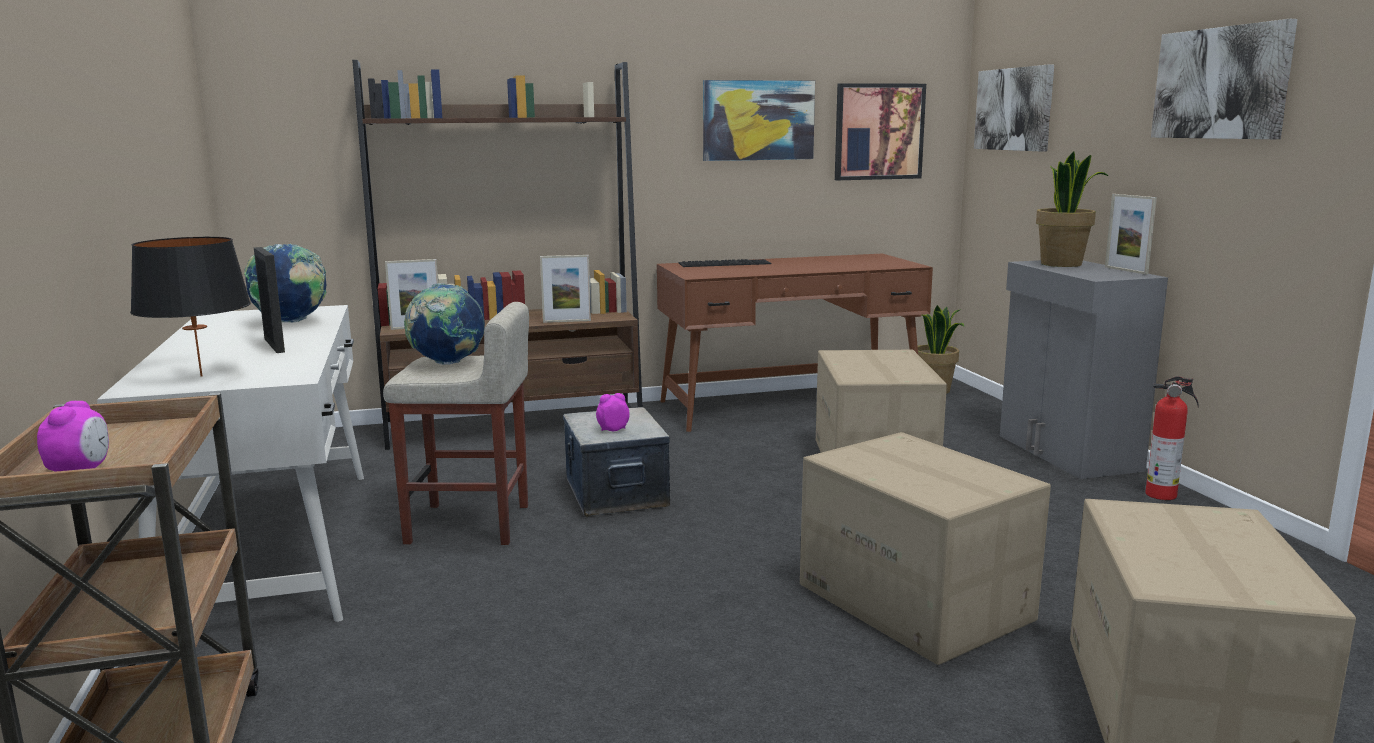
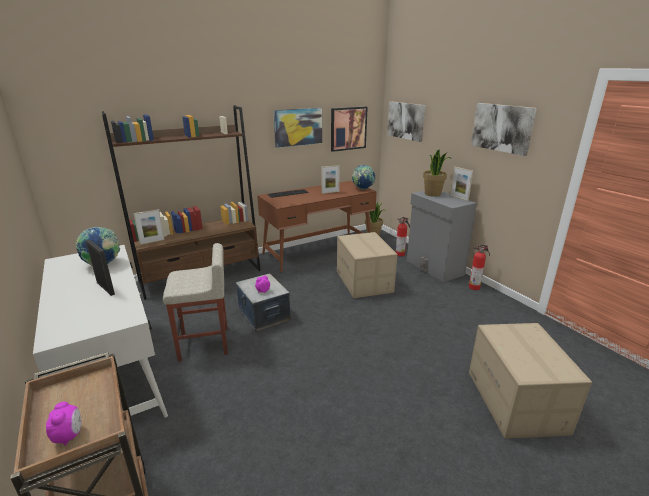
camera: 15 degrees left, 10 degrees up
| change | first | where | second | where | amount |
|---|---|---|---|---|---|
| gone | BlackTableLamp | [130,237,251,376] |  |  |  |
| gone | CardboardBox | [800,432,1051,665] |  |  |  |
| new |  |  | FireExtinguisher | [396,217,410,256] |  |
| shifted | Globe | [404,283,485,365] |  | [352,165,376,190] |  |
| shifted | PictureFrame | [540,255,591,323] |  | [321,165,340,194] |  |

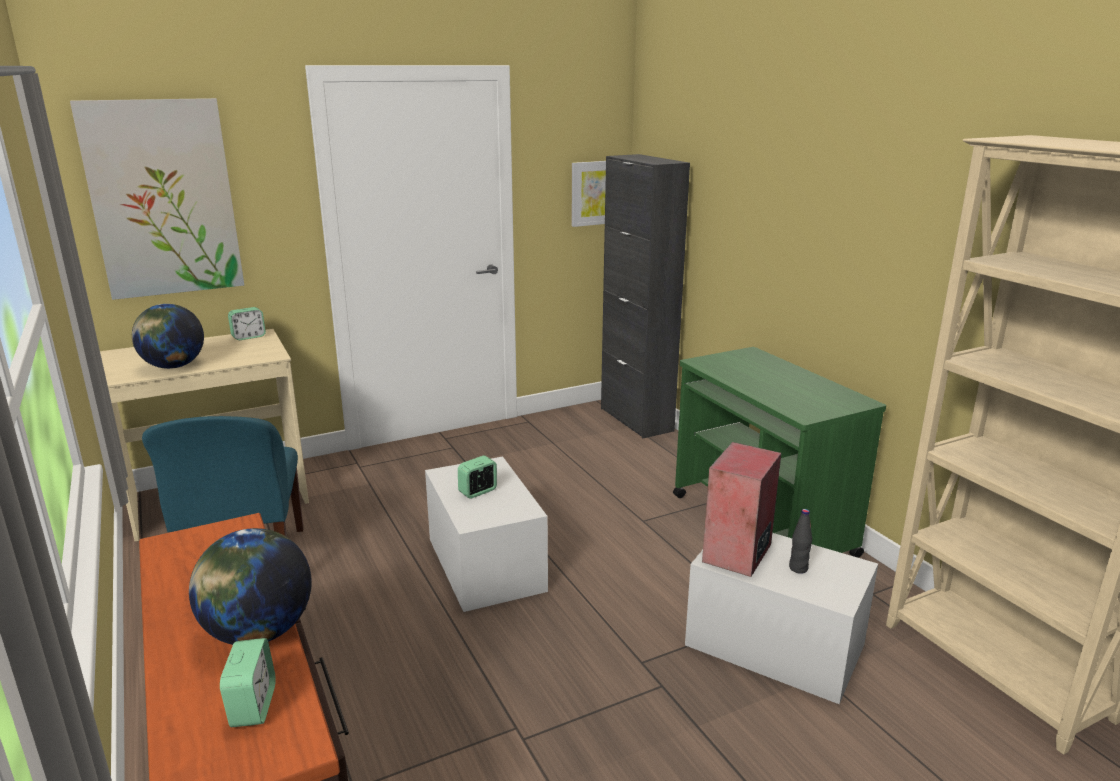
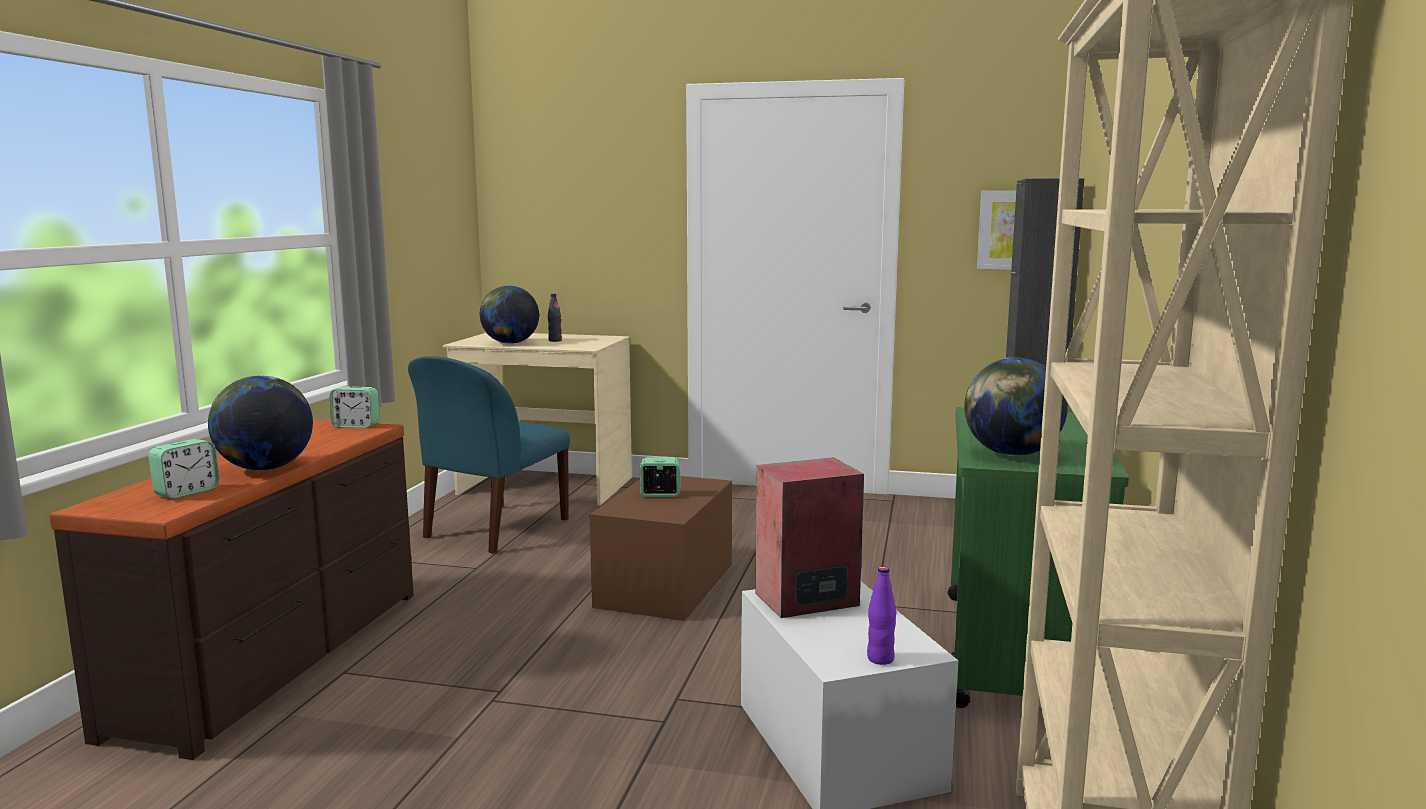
camera: 40 degrees right, 10 degrees down
| change | first | where | second | where | amount |
|---|---|---|---|---|---|
| gone | Picture | [70,98,244,300] |  |  |  |
| new |  |  | PurpleBottle | [867,566,896,665] |  |
| new |  |  | Globe | [964,358,1068,456] |  |
| shifted | AlarmClock | [228,307,266,340] |  | [330,387,380,428] |  |
| shifted | BlackBottle | [789,509,812,574] |  | [548,293,562,342] |  |
| repainted | WhiteStorageBox | [425,457,548,612] | BrownStorageBox | [590,476,732,621] |  |

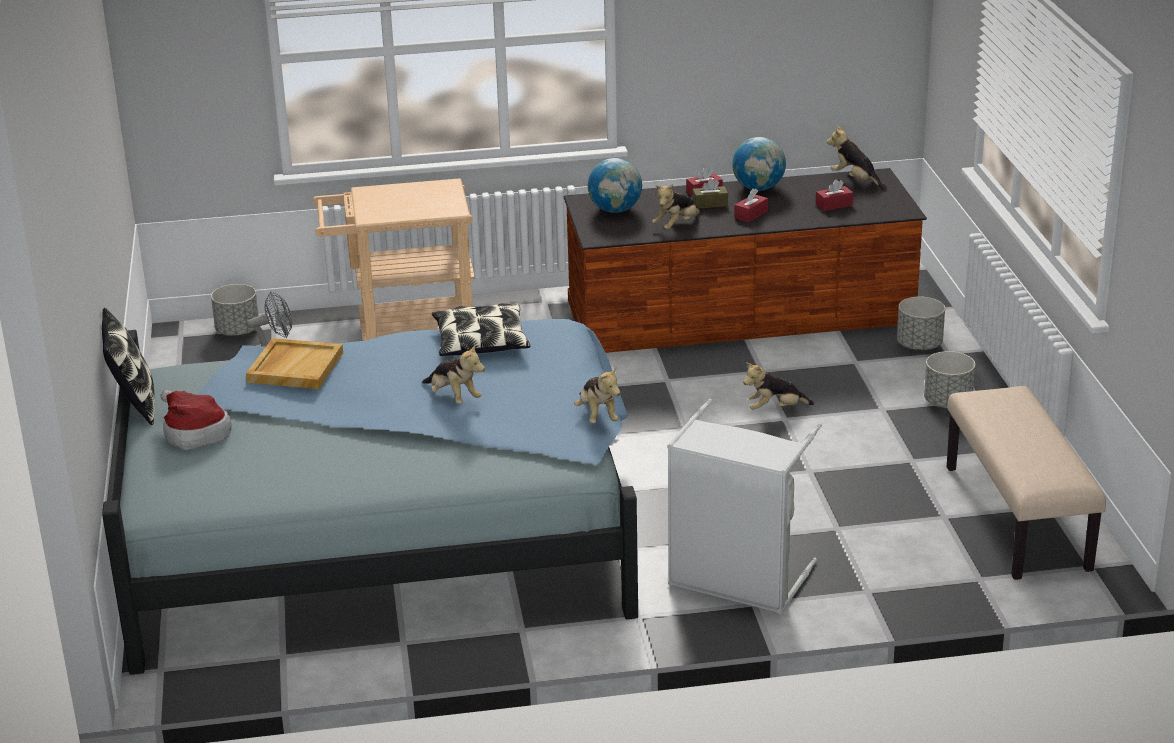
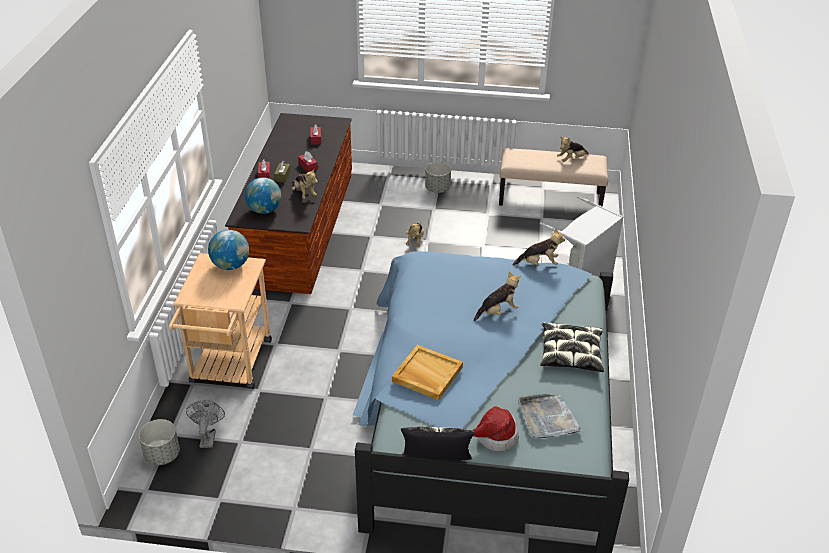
camera: 75 degrees left, 10 degrees up
| change | first | where | second | where | amount |
|---|---|---|---|---|---|
| gone | GreyPlanter | [897,297,945,350] |  |  |  |
| new |  |  | GreyTray | [518,394,583,438] |  |
| shifted | Pillow | [432,303,530,356] |  | [540,322,604,372] |  |
| shifted | Globe | [732,137,786,191] |  | [208,230,249,270] |  |
| shifted | PlushToy | [827,125,887,190] |  | [557,137,589,162] |  |

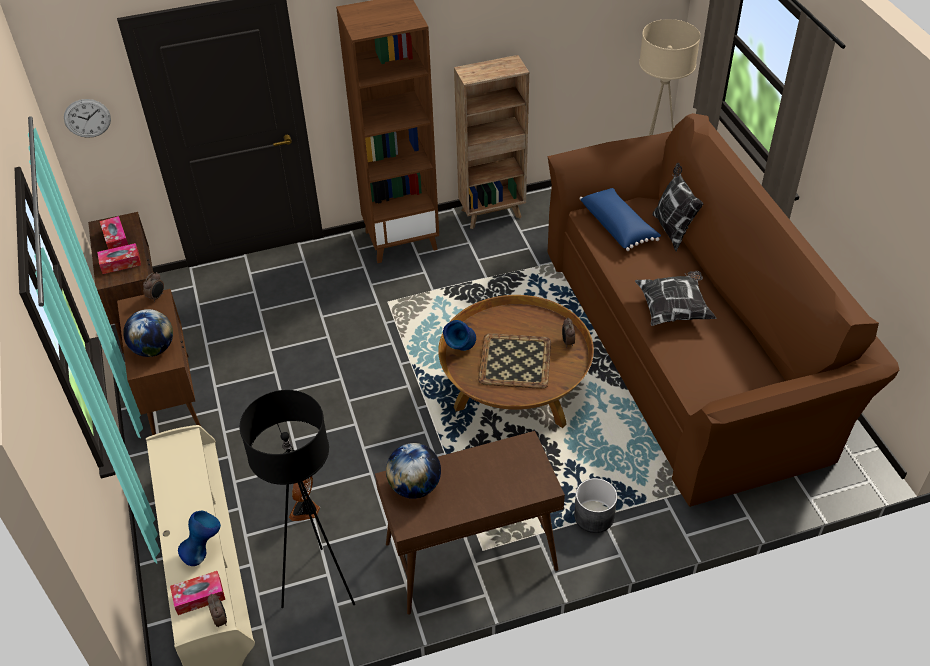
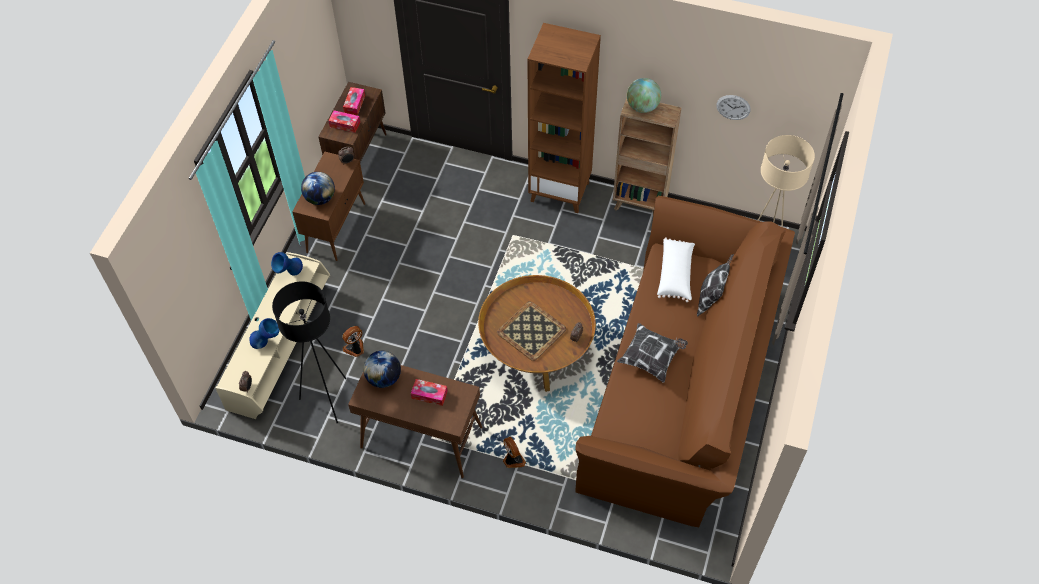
camera: 35 degrees right, 10 degrees up
| change | first | where | second | where | amount |
|---|---|---|---|---|---|
| new |  |  | Globe | [627,78,661,113] |  |
| shifted | WallClock | [64,99,111,138] |  | [716,95,751,120] |  |
| shifted | TissueBox | [170,571,225,615] |  | [411,379,448,406] |  |
| shifted | BlueVase | [443,320,476,351] |  | [271,252,303,276] |  |
| swapped | GreyPlanter | [574,478,617,533] | Fan | [503,436,526,468] |  |
| repainted | BluePillow | [579,188,661,251] | WhitePillow | [657,237,695,302] |  |

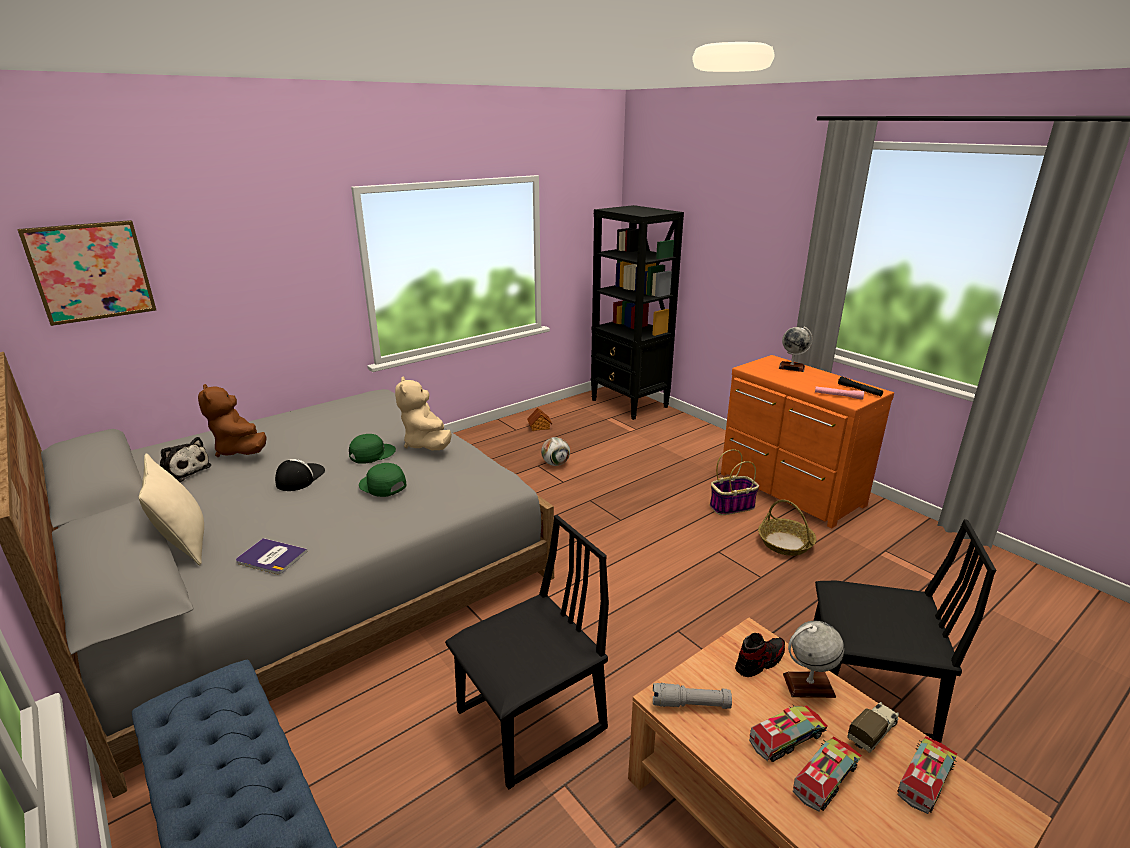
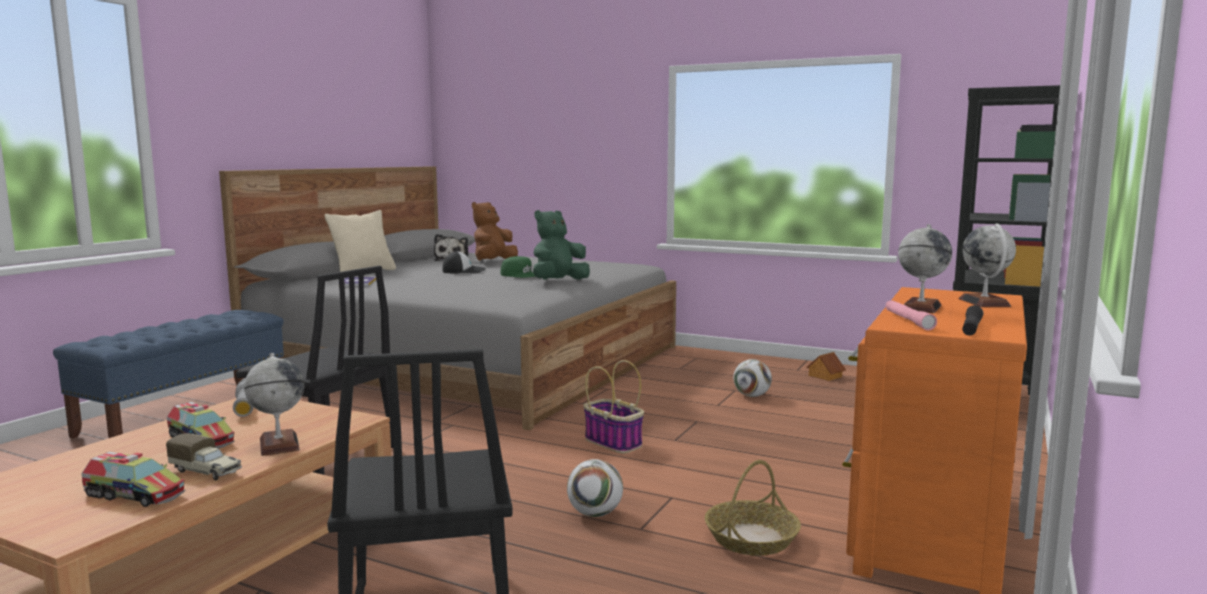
camera: 65 degrees right, 15 degrees down
| change | first | where | second | where | amount |
|---|---|---|---|---|---|
| gone | Picture | [17,220,156,326] |  |  |  |
| gone | GreenCap | [359,463,406,497] |  |  |  |
| gone | Shoe | [735,633,785,677] |  |  |  |
| gone | ToyTruck | [793,736,862,812] |  |  |  |
| new |  |  | Football | [567,459,623,517] |  |
| new |  |  | Globe | [898,224,952,313] |  |
| shifted | Basket | [710,449,759,515] |  | [584,360,644,454] |  |
| repainted | BeigePlushToy | [395,376,452,450] | GreenPlushToy | [533,210,590,280] |  |

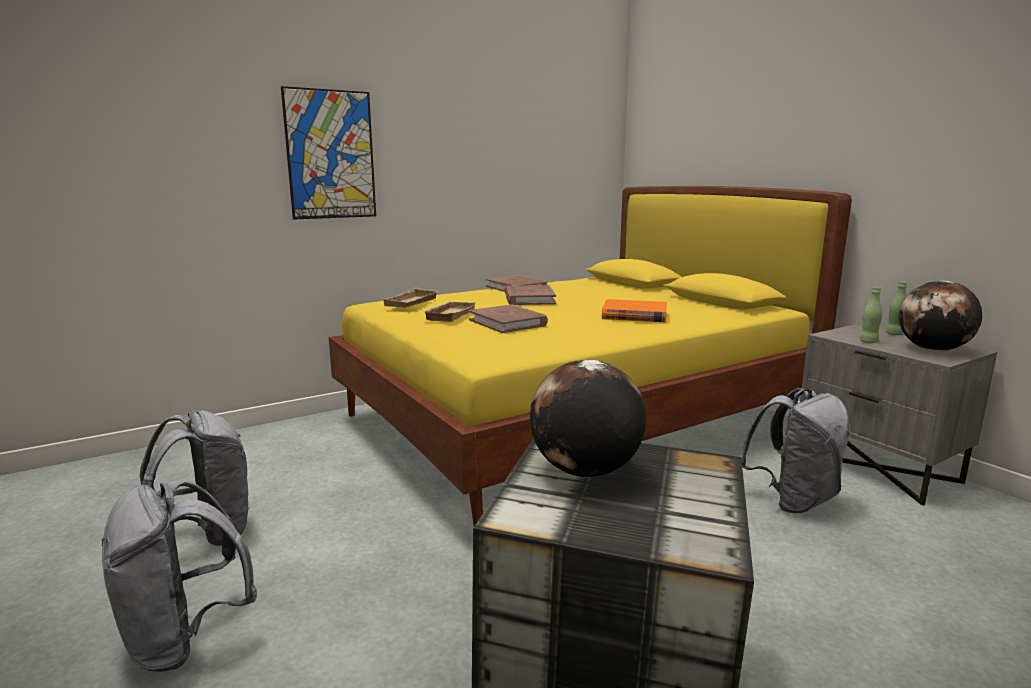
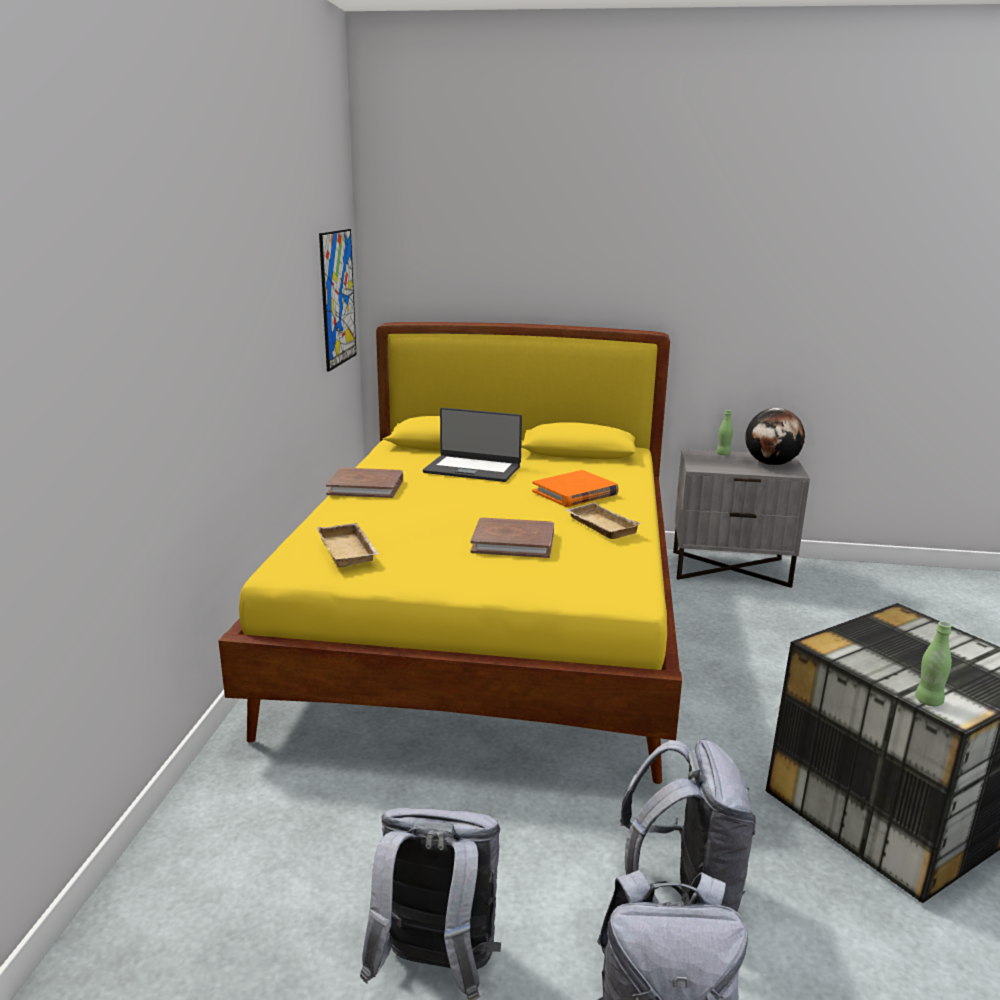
camera: 50 degrees left, 5 degrees up
| change | first | where | second | where | amount |
|---|---|---|---|---|---|
| gone | BrownBook | [505,285,556,305] |  |  |  |
| gone | Globe | [530,360,646,478] |  |  |  |
| new |  |  | Laptop | [423,407,522,482] |  |
| shifted | Picture | [281,86,376,220] |  | [319,229,356,372] |  |
| shifted | BeigeTray | [424,302,476,322] |  | [565,502,641,539] |  |
| shifted | GreyBackpack | [741,388,851,513] |  | [620,738,756,912] |  |
| shifted | GreenBottle | [860,287,882,343] |  | [915,621,952,706] |  |

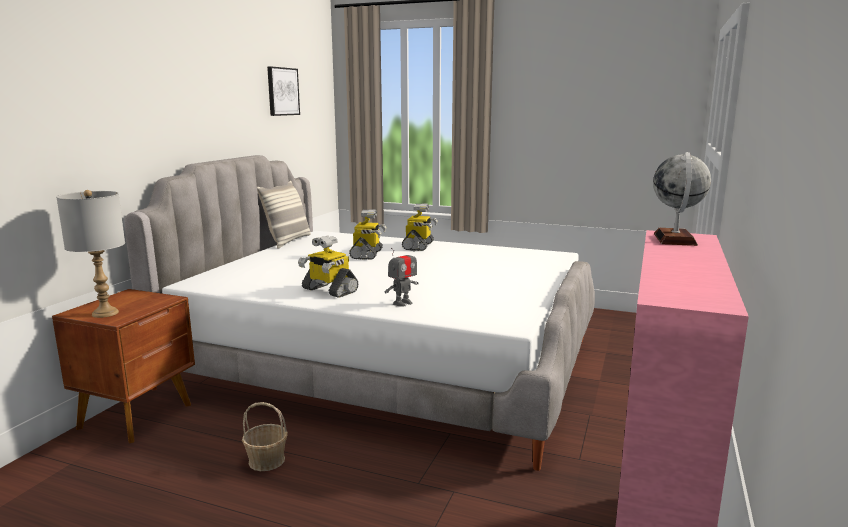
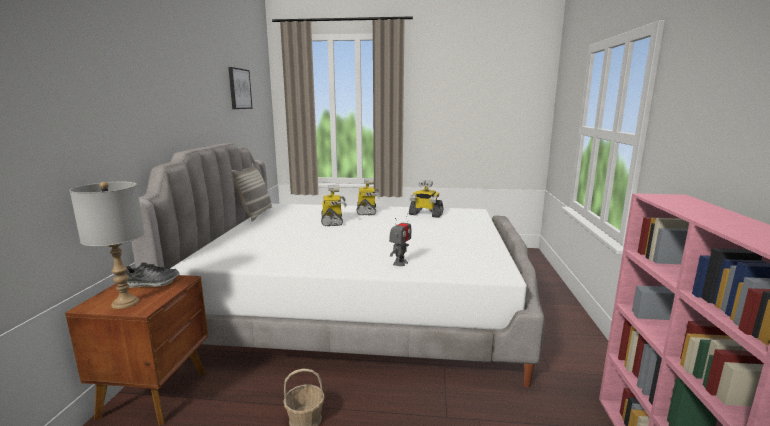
camera: 15 degrees left, 0 degrees up
| change | first | where | second | where | amount |
|---|---|---|---|---|---|
| gone | Globe | [653,152,711,246] |  |  |  |
| new |  |  | Shoe | [125,262,179,288] |  |
| shifted | ToyRobot | [298,235,359,298] |  | [409,180,443,218] |  |

